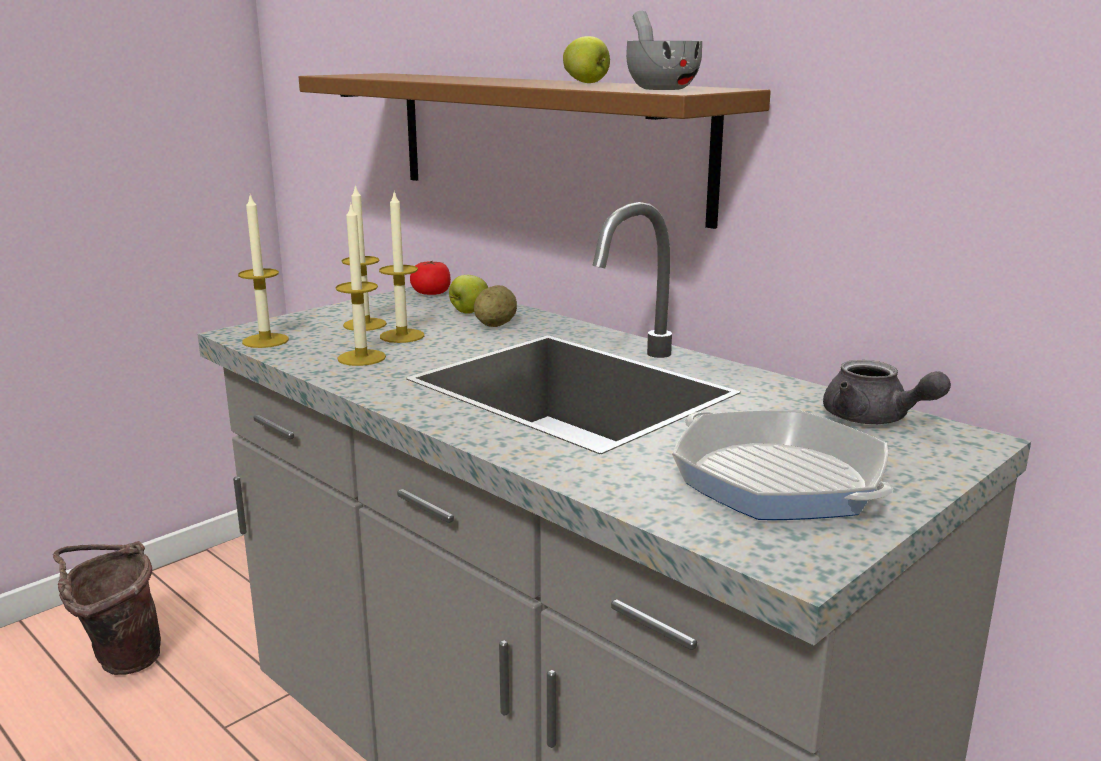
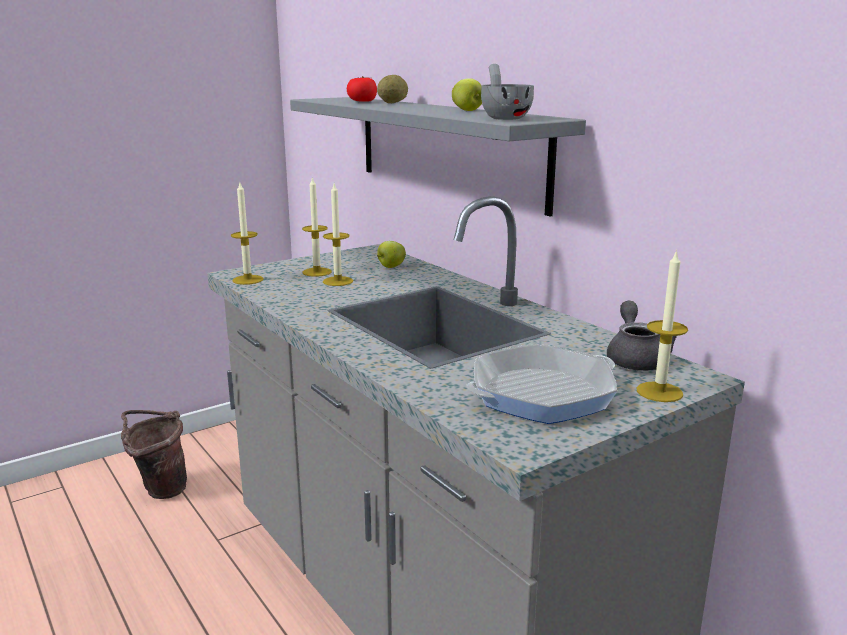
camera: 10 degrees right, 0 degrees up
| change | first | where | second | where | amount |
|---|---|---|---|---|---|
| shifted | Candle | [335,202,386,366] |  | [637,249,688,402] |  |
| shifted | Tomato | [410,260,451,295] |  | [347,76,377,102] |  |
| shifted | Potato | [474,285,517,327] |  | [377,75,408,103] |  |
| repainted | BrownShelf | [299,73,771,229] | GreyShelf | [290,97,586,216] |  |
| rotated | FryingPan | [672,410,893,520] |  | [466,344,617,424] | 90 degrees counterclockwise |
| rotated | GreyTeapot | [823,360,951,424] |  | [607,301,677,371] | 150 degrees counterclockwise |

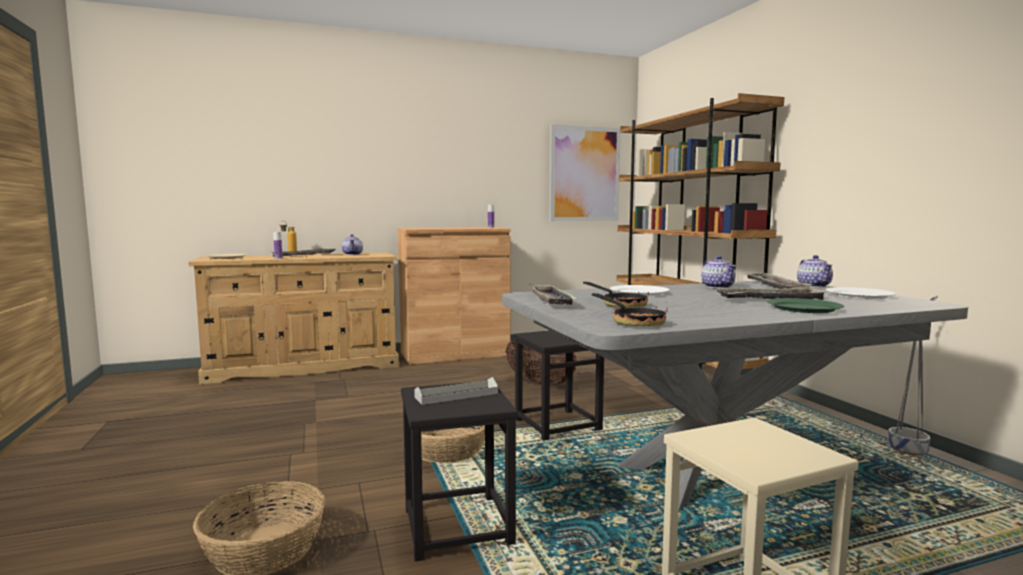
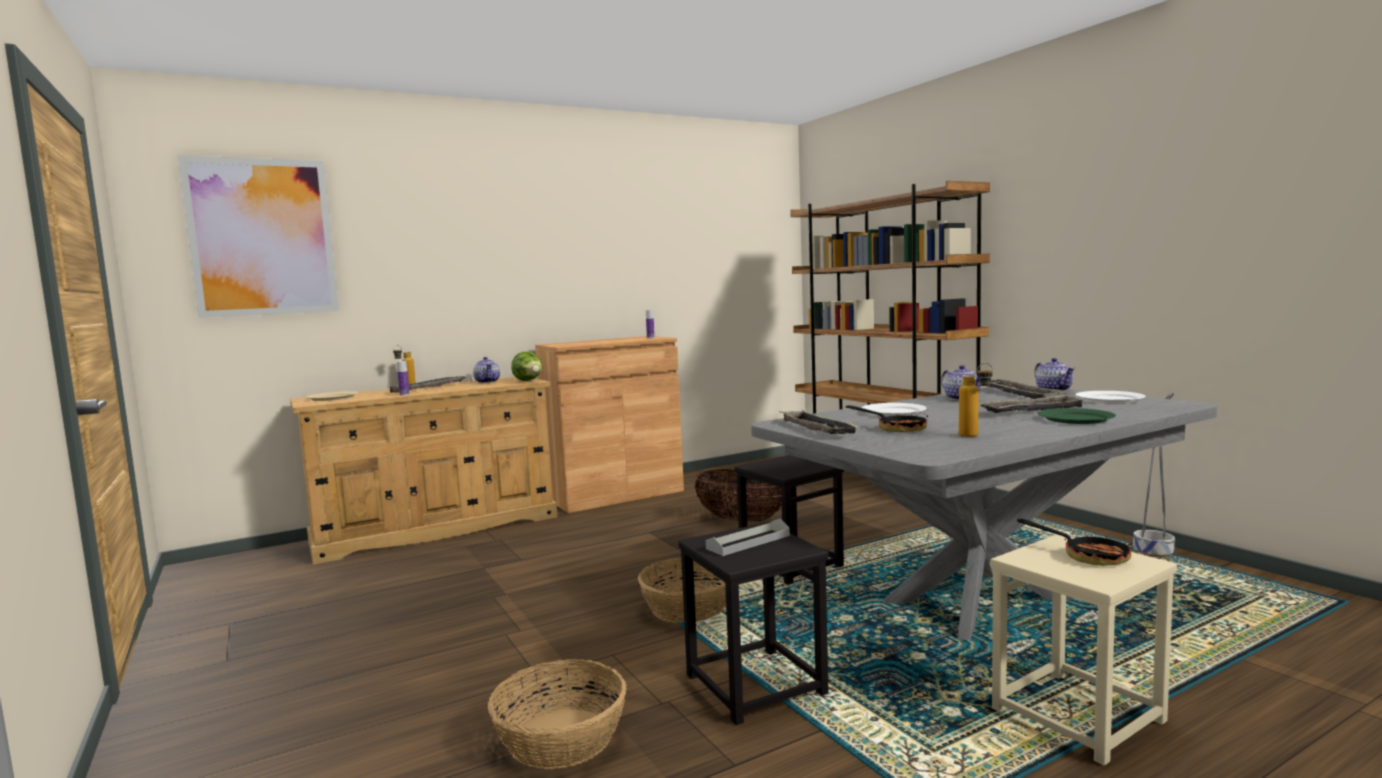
camera: 10 degrees left, 0 degrees up
| change | first | where | second | where | amount |
|---|---|---|---|---|---|
| new |  |  | Lettuce | [511,352,543,381] |  |
| new |  |  | Bottle | [959,363,993,437] |  |
| shifted | Picture | [550,125,621,221] |  | [178,155,339,318] |  |
| shifted | FryingPan | [592,293,668,326] |  | [1017,519,1132,566] |  |

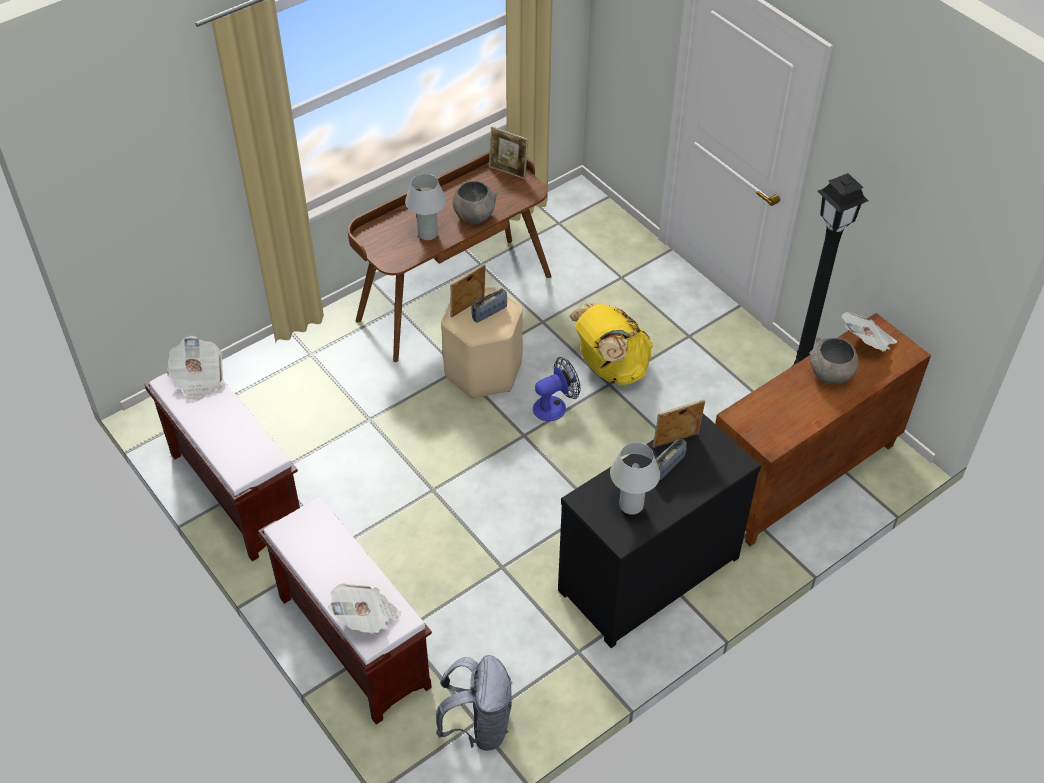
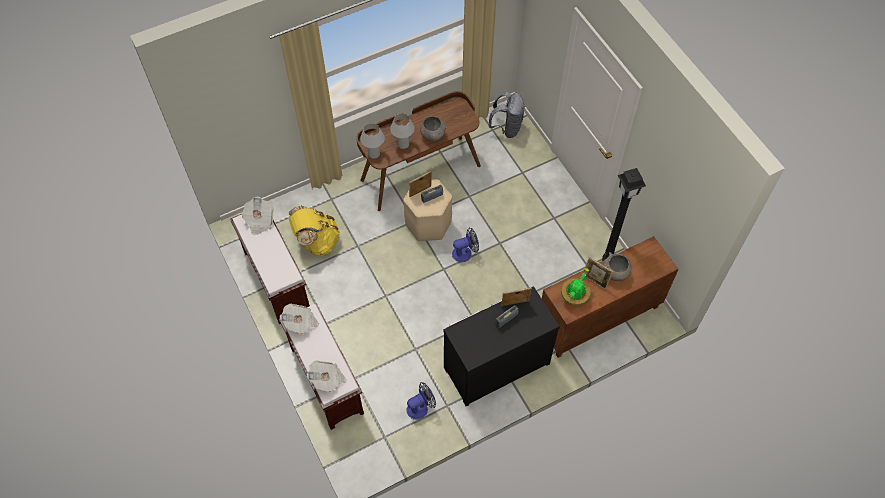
camera: 10 degrees right, 10 degrees up
| change | first | where | second | where | amount |
|---|---|---|---|---|---|
| new |  |  | Fan | [407,382,436,420] |  |
| new |  |  | PottedPlant | [561,268,591,306] |  |
| shifted | GreyBackpack | [436,655,512,751] |  | [488,92,525,138] |  |
| shifted | PictureFrame | [489,126,528,179] |  | [583,257,613,290] |  |
| shifted | YellowBackpack | [569,303,653,385] |  | [289,206,340,256] |  |
| shifted | WhiteTableLamp | [610,442,660,515] |  | [360,123,385,159] |  |
| shifted | Newspaper | [842,312,897,352] |  | [280,304,319,334] |  |

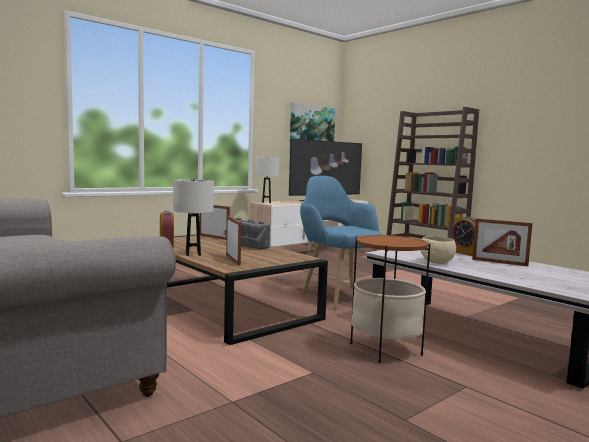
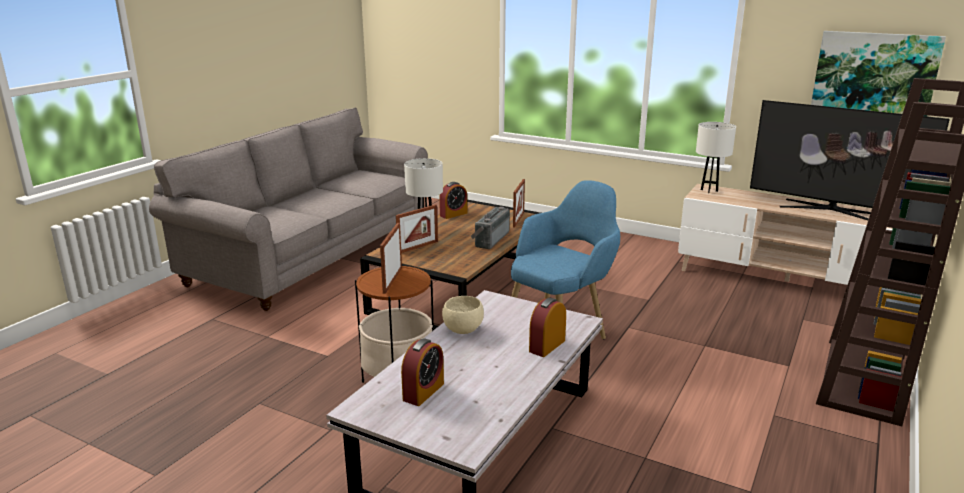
camera: 70 degrees right, 15 degrees up
| change | first | where | second | where | amount |
|---|---|---|---|---|---|
| new |  |  | AlarmClock | [401,338,444,406] |  |
| shifted | PictureFrame | [472,218,533,266] |  | [380,223,402,294] |  |

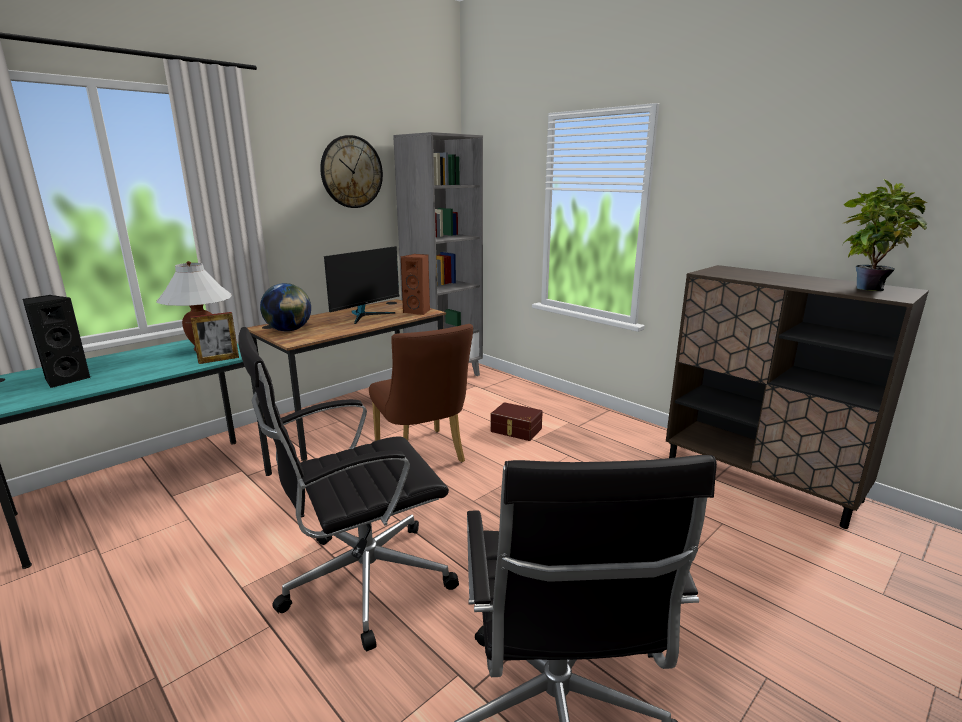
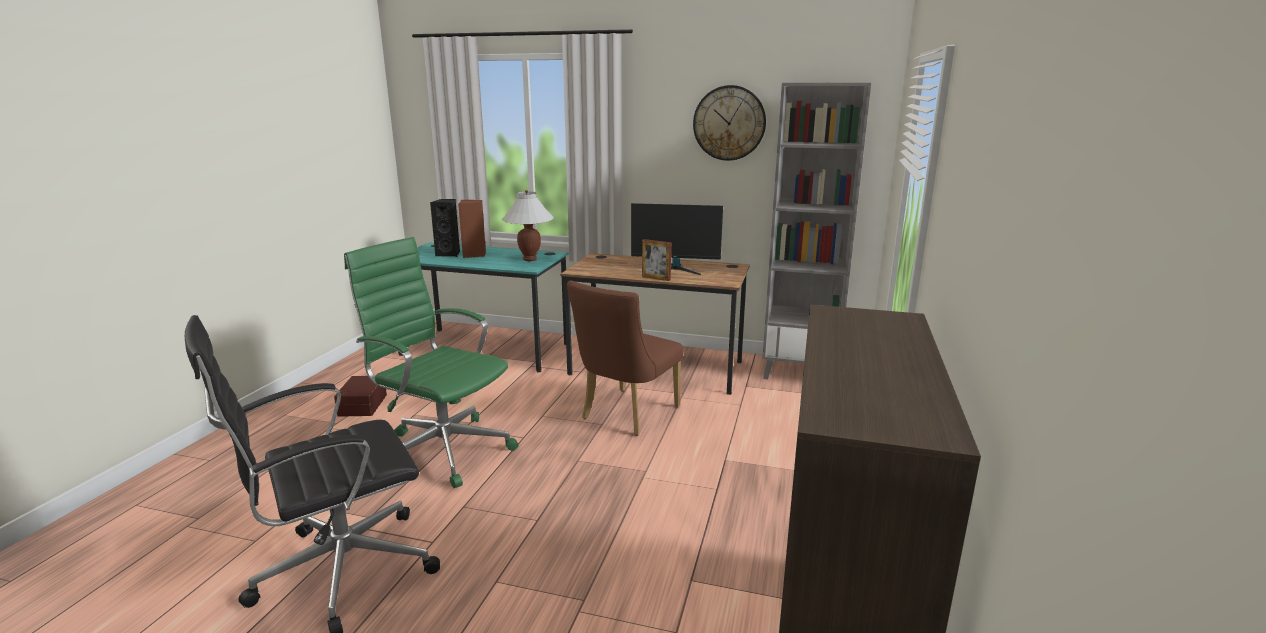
camera: 60 degrees right, 0 degrees up
| change | first | where | second | where | amount |
|---|---|---|---|---|---|
| gone | Globe | [260,283,311,332] |  |  |  |
| gone | PottedPlant | [841,179,928,291] |  |  |  |
| shifted | PictureFrame | [190,312,239,364] |  | [642,239,671,281] |  |
| shifted | BrownSpeaker | [401,254,430,315] |  | [458,200,486,258] |  |
| shifted | BrownStorageBox | [490,402,543,441] |  | [334,376,387,417] |  |
| repainted | BlackOfficeChair | [238,327,459,651] | GreenOfficeChair | [344,237,518,488] |  |

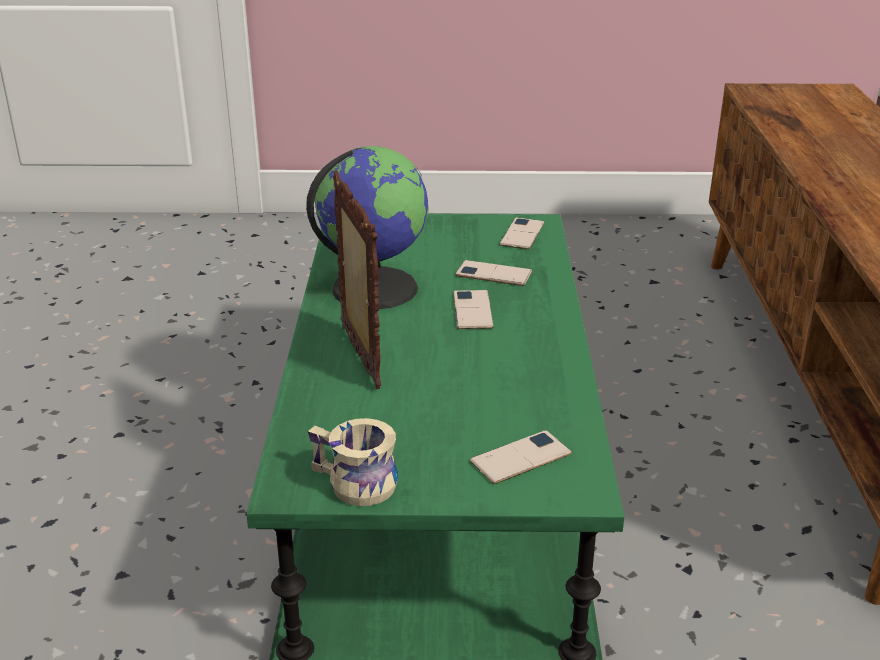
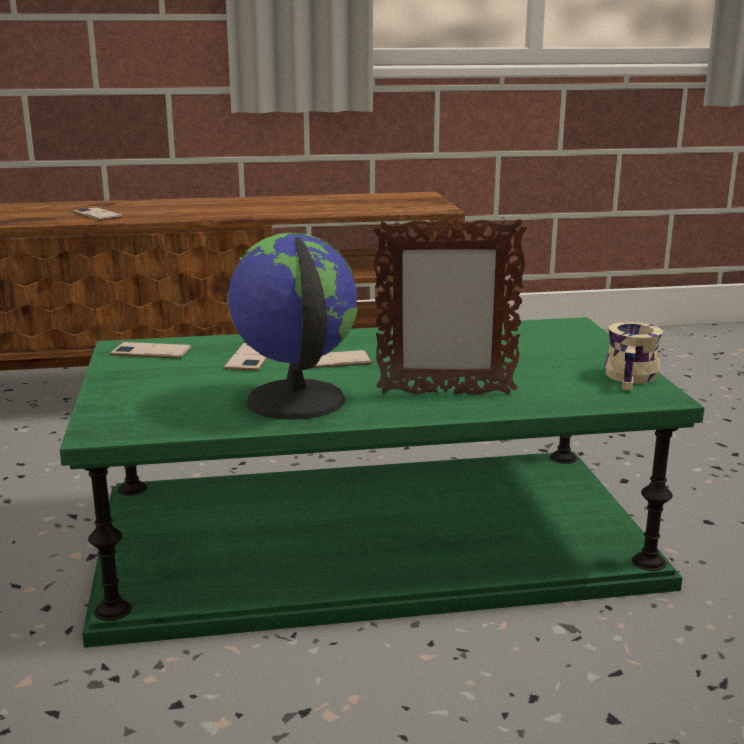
camera: 100 degrees left, 10 degrees down
| change | first | where | second | where | amount |
|---|---|---|---|---|---|
| shifted | Phone | [470,430,572,484] |  | [73,207,123,221] |  |
| rotated | PictureFrame | [333,171,381,389] |  | [373,217,527,395] | 150 degrees counterclockwise |

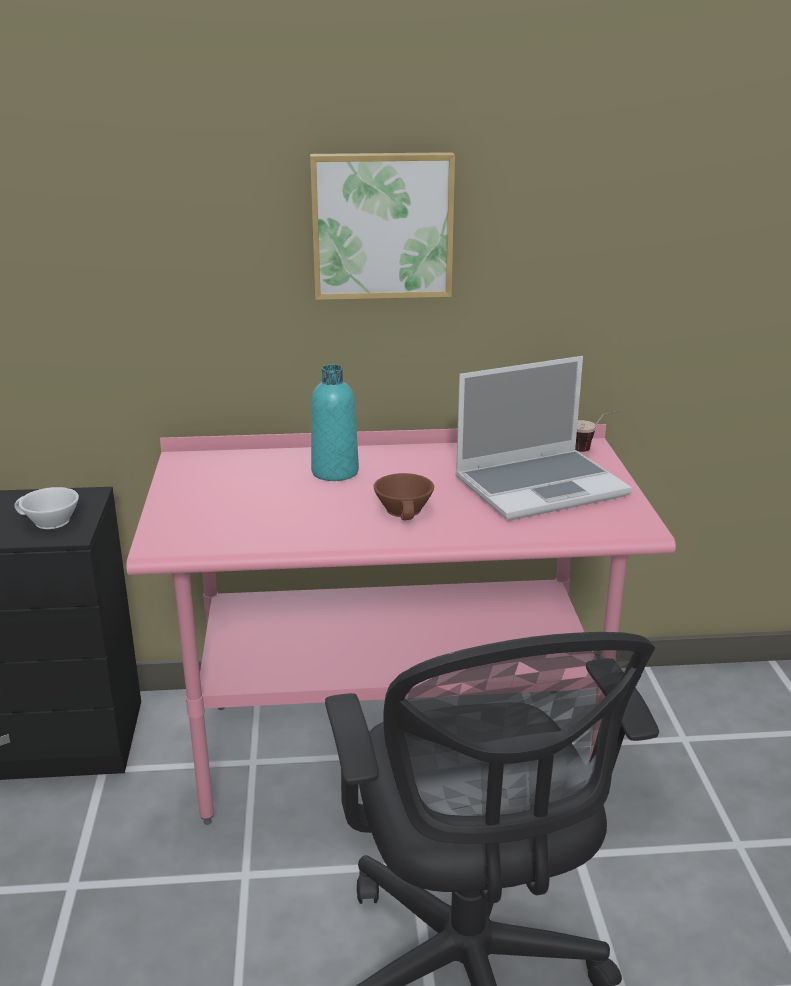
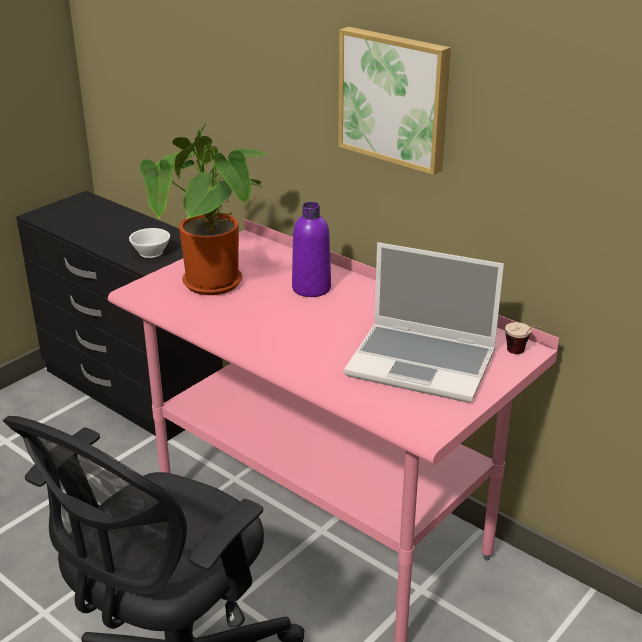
camera: 45 degrees right, 5 degrees up
| change | first | where | second | where | amount |
|---|---|---|---|---|---|
| gone | BrownCup | [374,473,434,520] |  |  |  |
| new |  |  | PottedPlant | [140,123,272,295] |  |
| repainted | TurquoiseBottle | [311,365,359,481] | PurpleBottle | [292,202,331,297] |  |

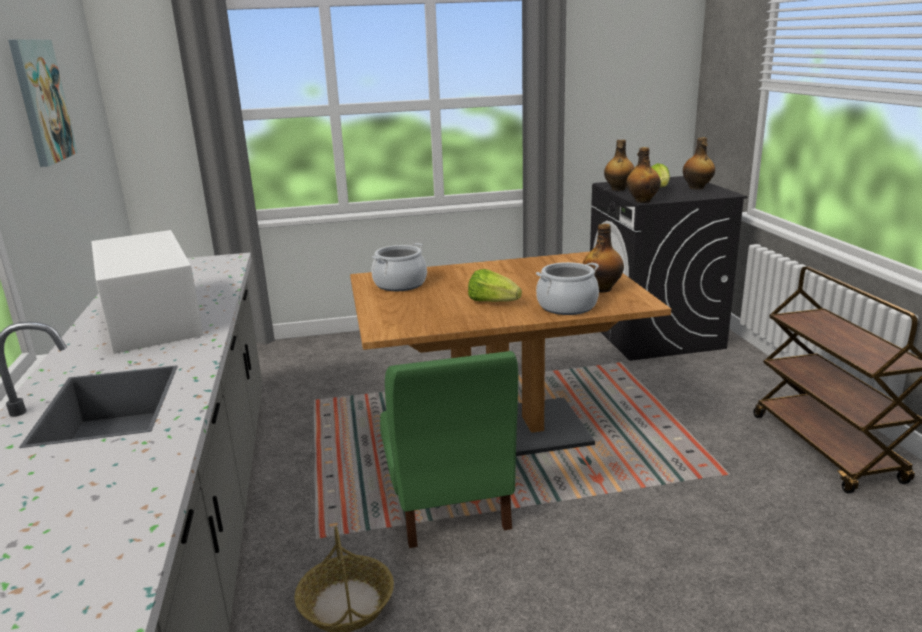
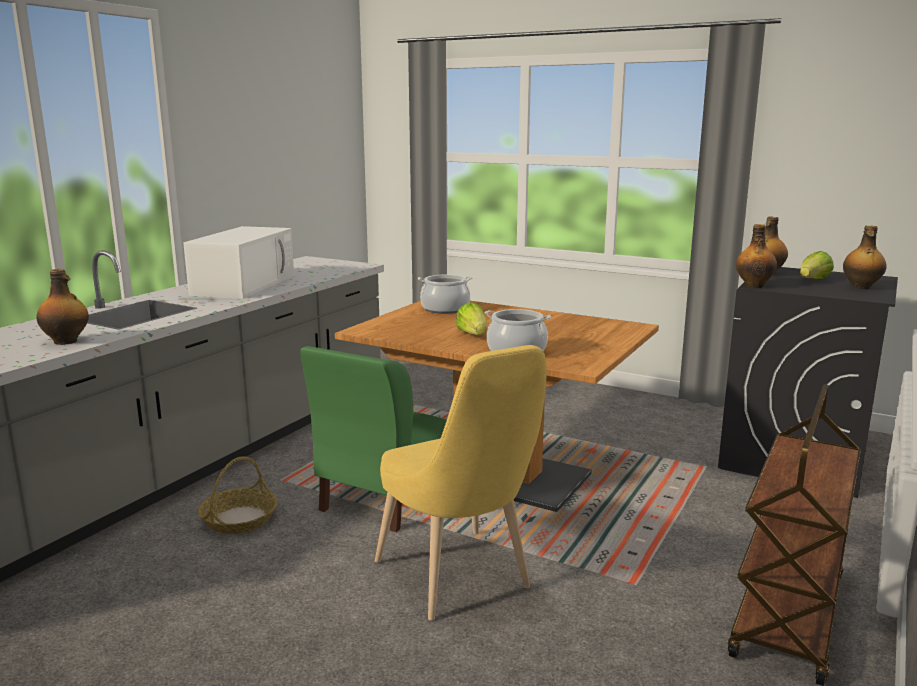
camera: 40 degrees right, 5 degrees down
| change | first | where | second | where | amount |
|---|---|---|---|---|---|
| gone | Picture | [8,39,78,167] |  |  |  |
| new |  |  | YellowChair | [375,345,547,620] |  |
| shifted | Bottle | [583,224,624,292] |  | [36,269,89,345] |  |

